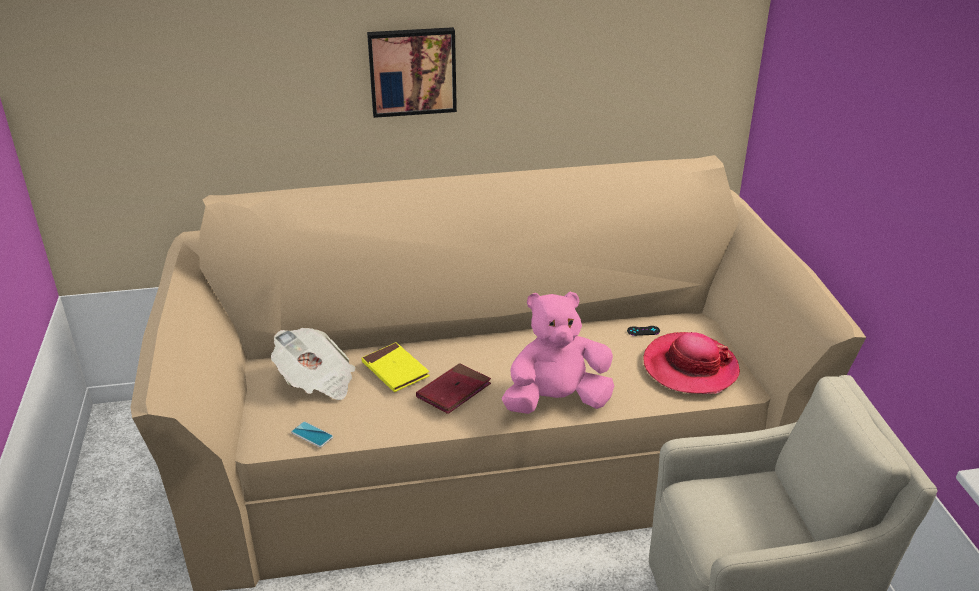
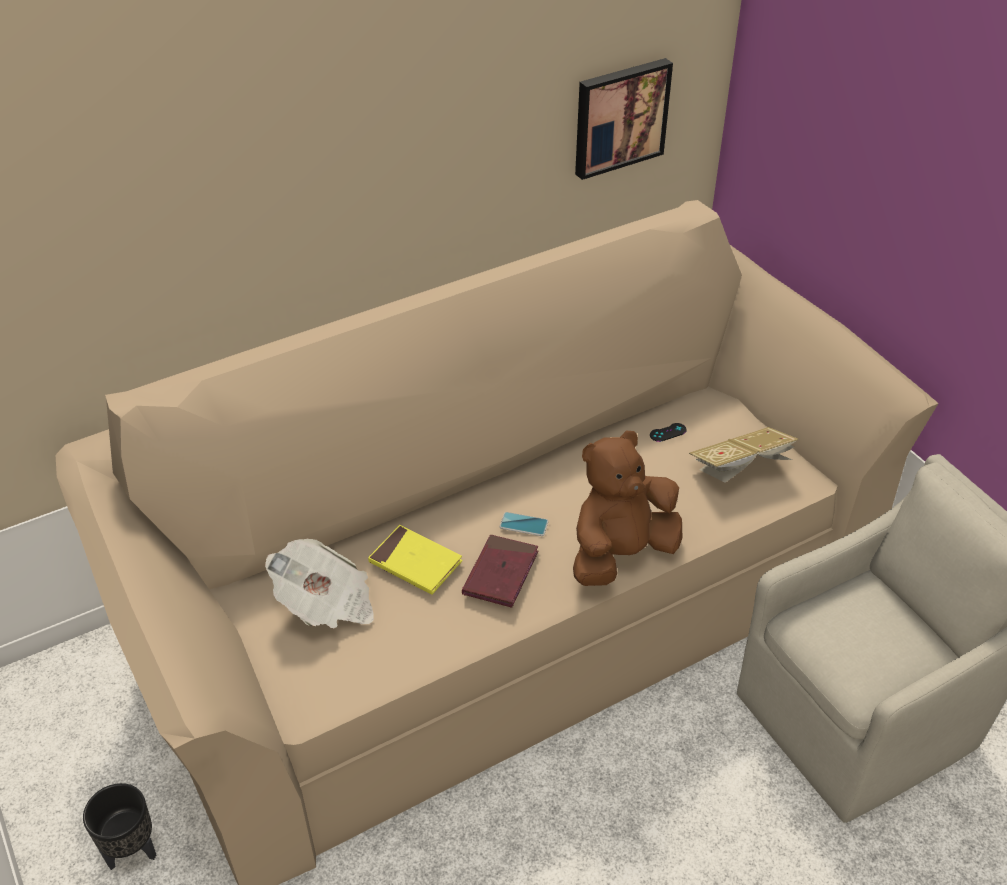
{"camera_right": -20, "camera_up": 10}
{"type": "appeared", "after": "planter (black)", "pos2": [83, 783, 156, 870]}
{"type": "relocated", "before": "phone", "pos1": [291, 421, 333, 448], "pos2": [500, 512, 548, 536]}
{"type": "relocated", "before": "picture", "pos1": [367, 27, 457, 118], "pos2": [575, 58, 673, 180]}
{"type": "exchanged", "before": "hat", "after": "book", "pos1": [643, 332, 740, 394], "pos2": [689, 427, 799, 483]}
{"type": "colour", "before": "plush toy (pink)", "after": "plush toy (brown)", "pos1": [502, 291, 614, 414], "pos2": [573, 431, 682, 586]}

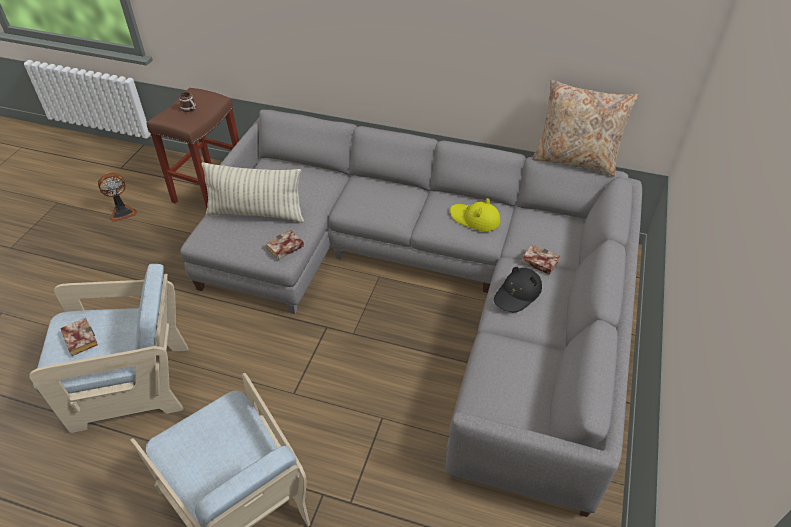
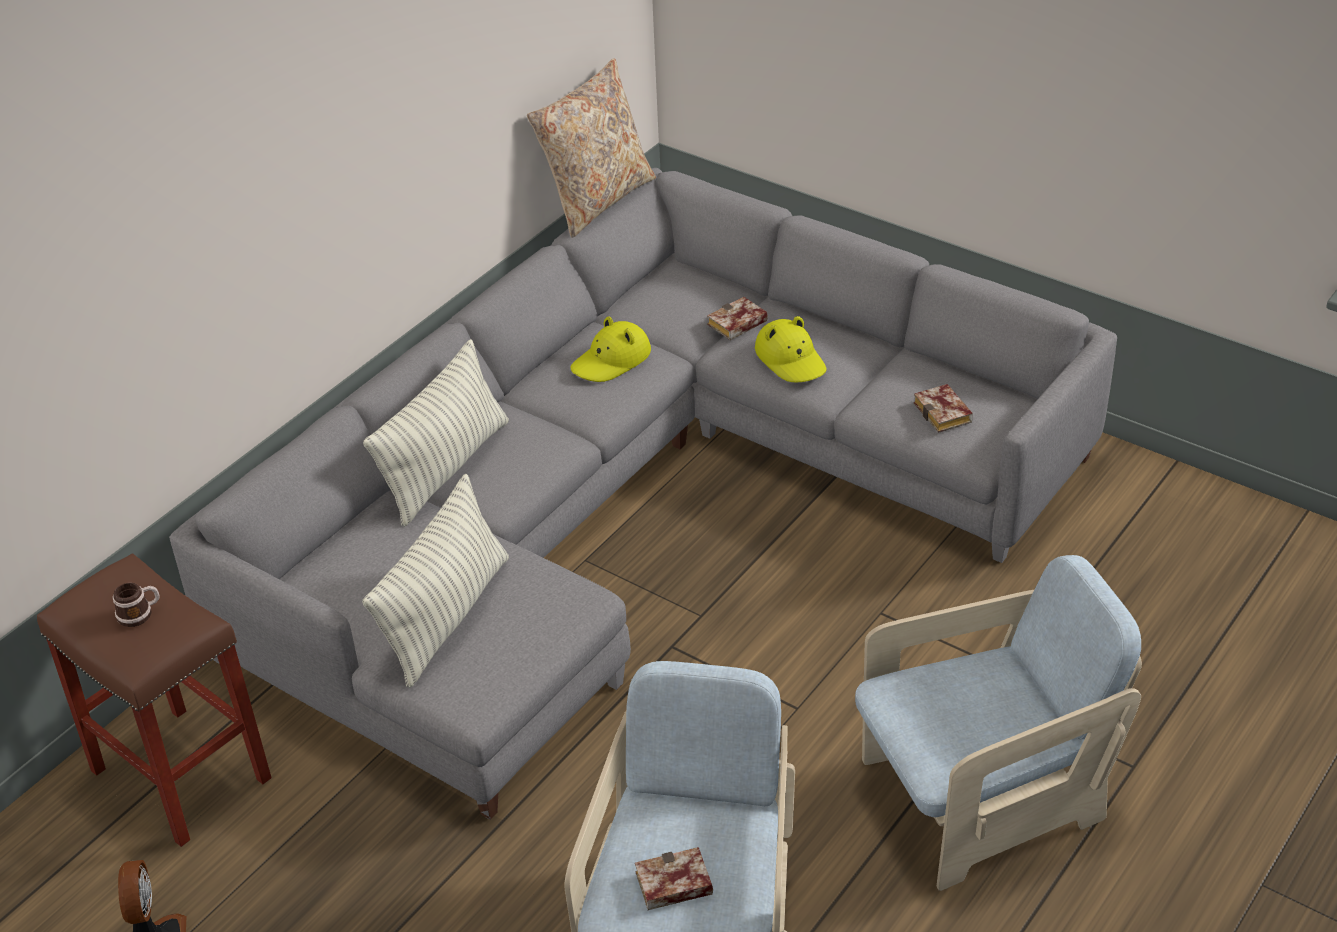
{"camera_right": -70, "camera_up": -5}
{"type": "appeared", "after": "pillow", "pos2": [363, 339, 509, 527]}
{"type": "relocated", "before": "book", "pos1": [266, 230, 304, 260], "pos2": [914, 384, 973, 433]}
{"type": "colour", "before": "hat (black)", "after": "hat (yellow)", "pos1": [494, 267, 542, 312], "pos2": [755, 316, 826, 382]}

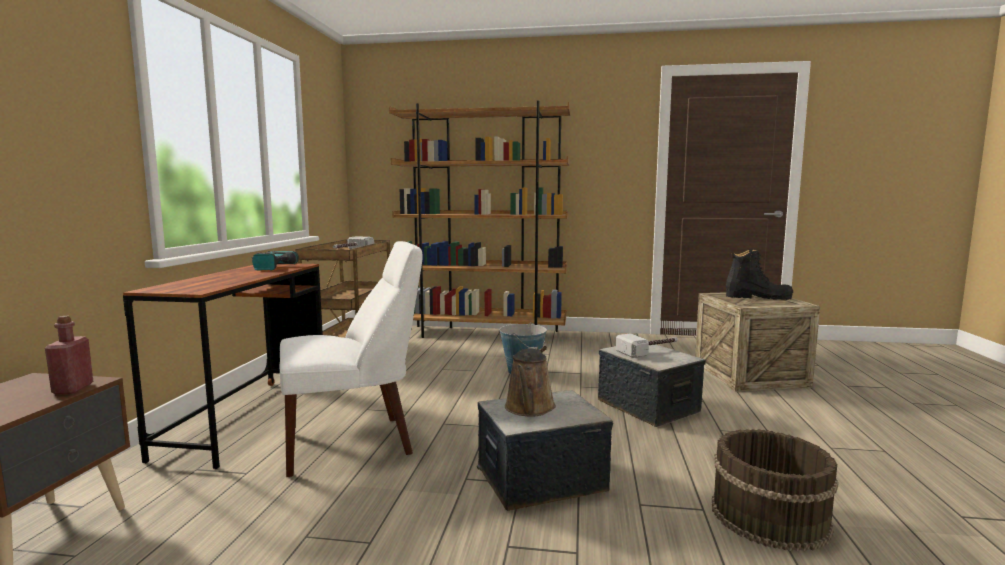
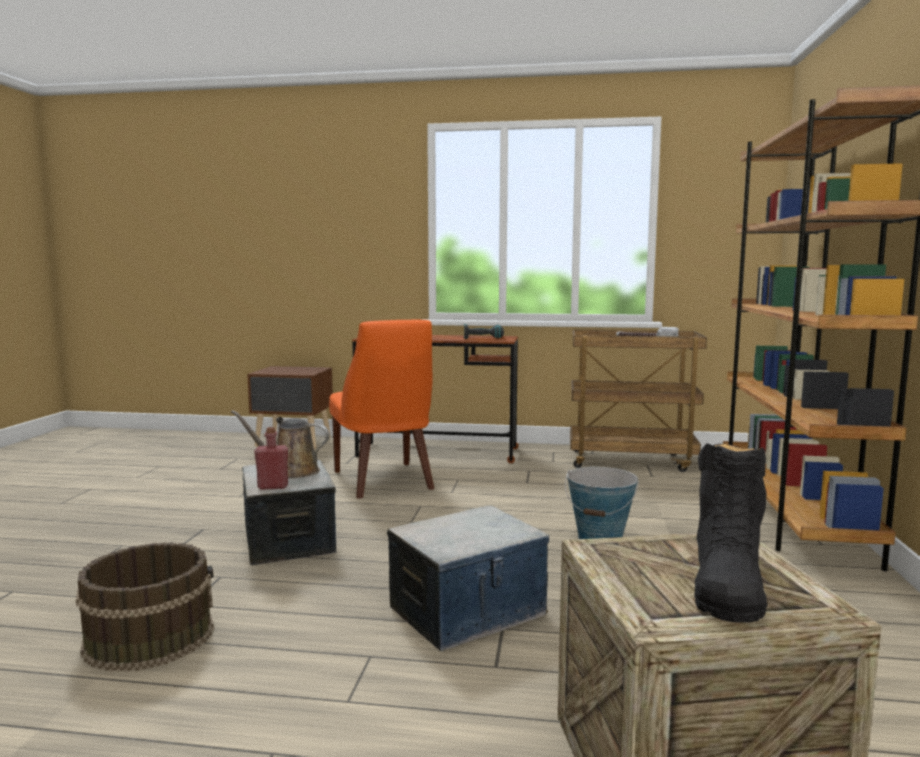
{"camera_right": 90, "camera_up": 0}
{"type": "missing", "before": "hammer", "pos1": [616, 333, 678, 358]}
{"type": "relocated", "before": "bottle (red)", "pos1": [45, 316, 93, 395], "pos2": [254, 427, 288, 490]}
{"type": "colour", "before": "chair (white)", "after": "chair (orange)", "pos1": [280, 241, 423, 477], "pos2": [329, 320, 434, 499]}

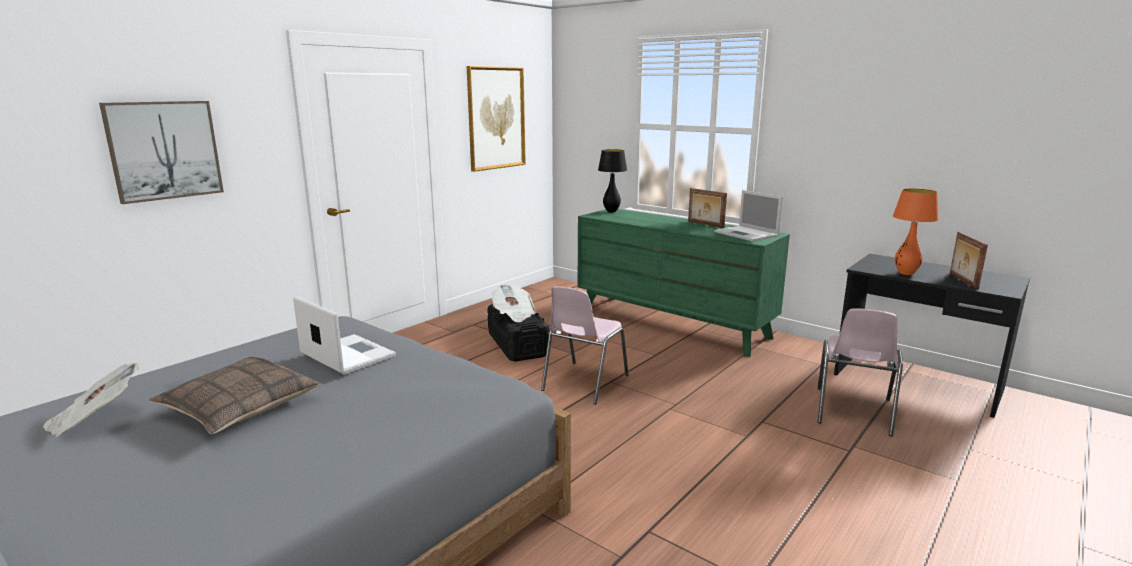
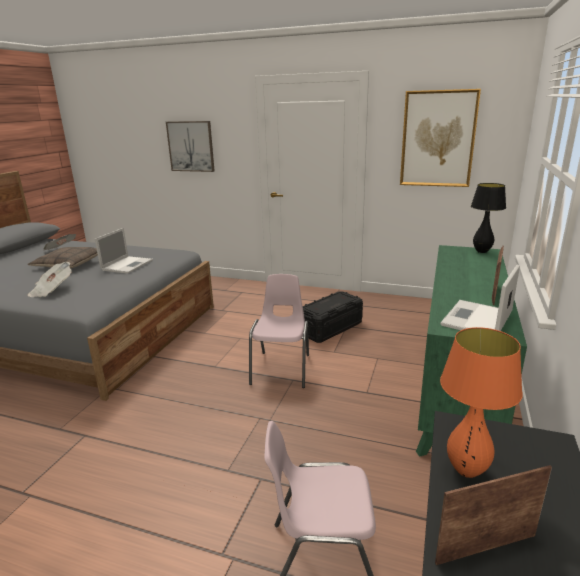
{"camera_right": 70, "camera_up": 5}
{"type": "relocated", "before": "newspaper", "pos1": [492, 284, 536, 322], "pos2": [28, 262, 72, 297]}
{"type": "spun", "before": "chair (pink)", "pos1": [541, 286, 628, 404], "pos2": [249, 274, 309, 388], "turn": 90}

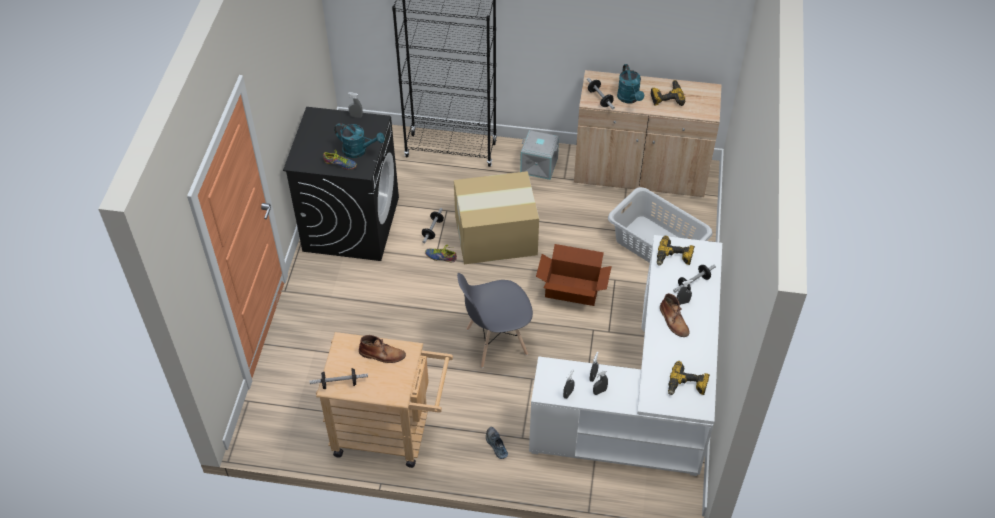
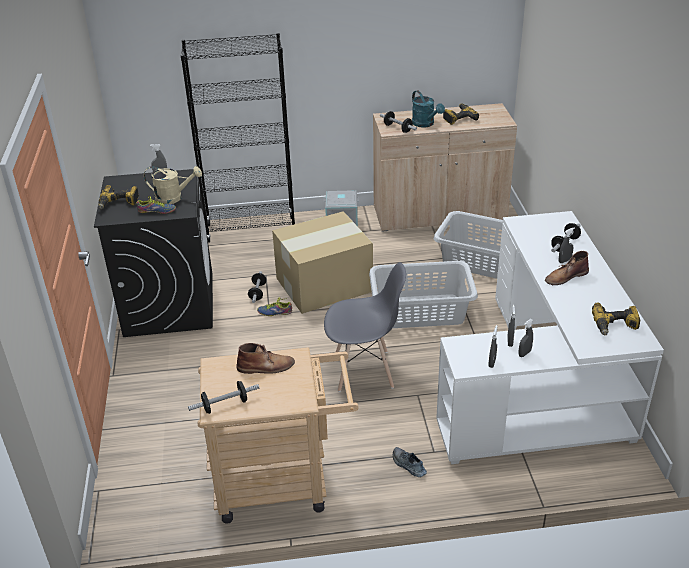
{"camera_right": -15, "camera_up": -15}
{"type": "relocated", "before": "power drill", "pos1": [657, 235, 695, 266], "pos2": [98, 185, 139, 209]}
{"type": "exchanged", "before": "cardboard box", "after": "laundry basket (grey)", "pos1": [536, 244, 612, 306], "pos2": [369, 261, 478, 328]}
{"type": "colour", "before": "watering can (turquoise)", "after": "watering can (beige)", "pos1": [334, 123, 385, 158], "pos2": [144, 166, 202, 204]}
{"type": "spun", "before": "chair (grey)", "pos1": [457, 273, 533, 368], "pos2": [324, 262, 406, 392], "turn": -150}
{"type": "spun", "before": "boot (brown)", "pos1": [660, 293, 690, 337], "pos2": [545, 251, 589, 285], "turn": 105}

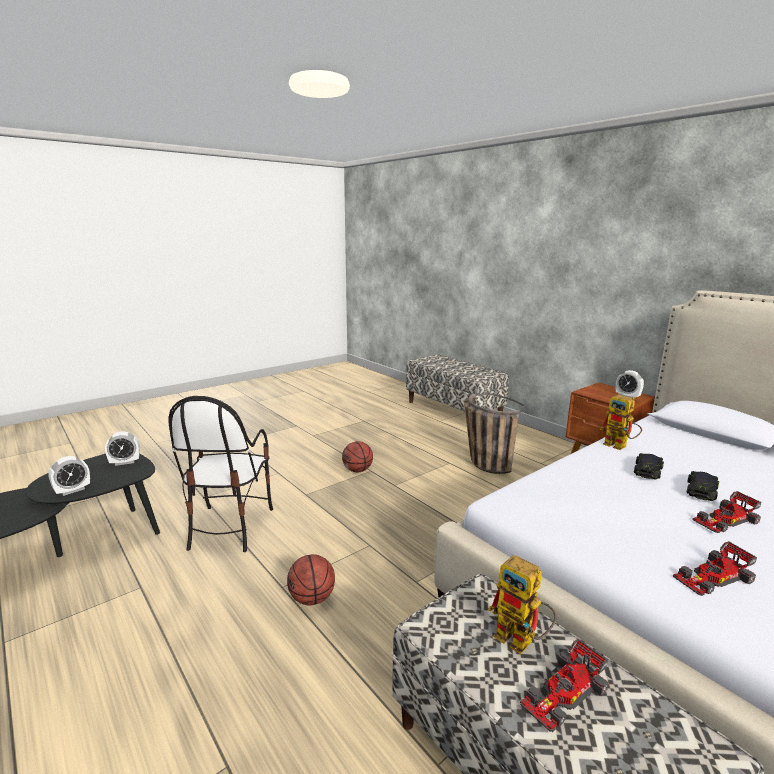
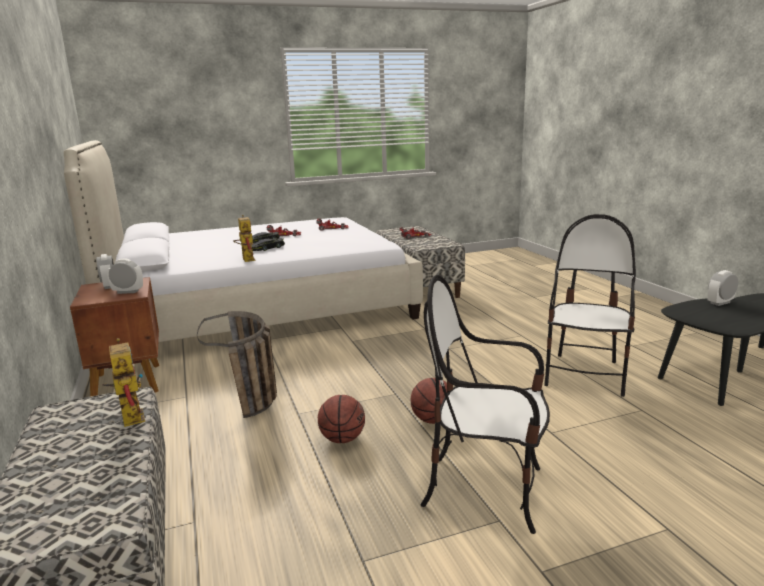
{"camera_right": -160, "camera_up": 0}
{"type": "appeared", "after": "chair", "pos2": [421, 275, 550, 534]}
{"type": "relocated", "before": "alarm clock", "pos1": [105, 431, 140, 466], "pos2": [107, 259, 143, 294]}
{"type": "relocated", "before": "basketball", "pos1": [287, 554, 335, 605], "pos2": [318, 395, 365, 443]}
{"type": "relocated", "before": "toy robot", "pos1": [488, 555, 556, 654], "pos2": [103, 338, 145, 427]}

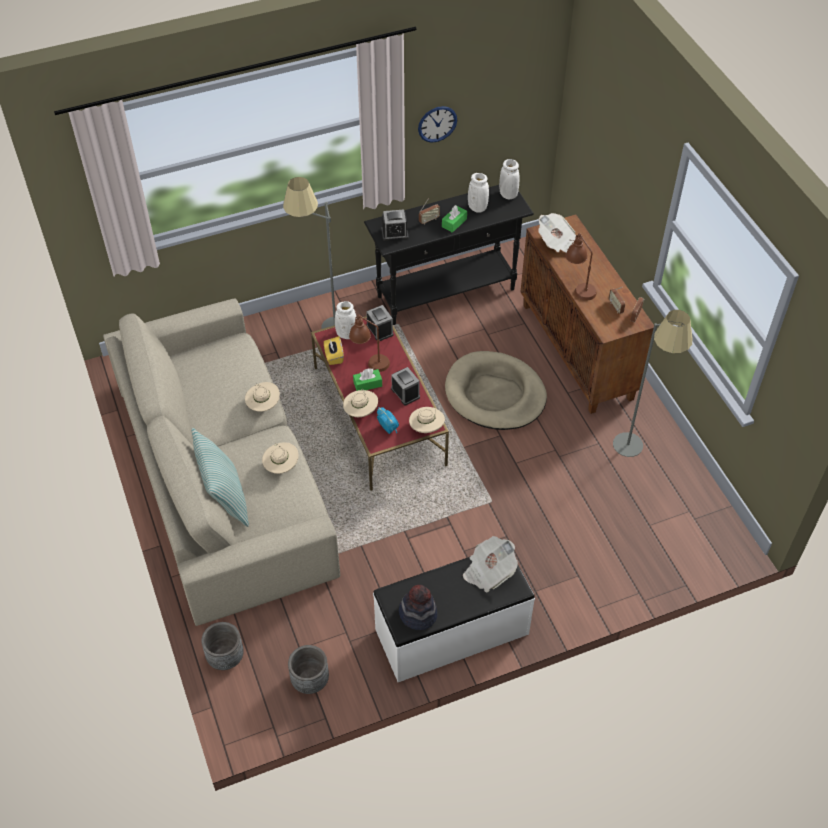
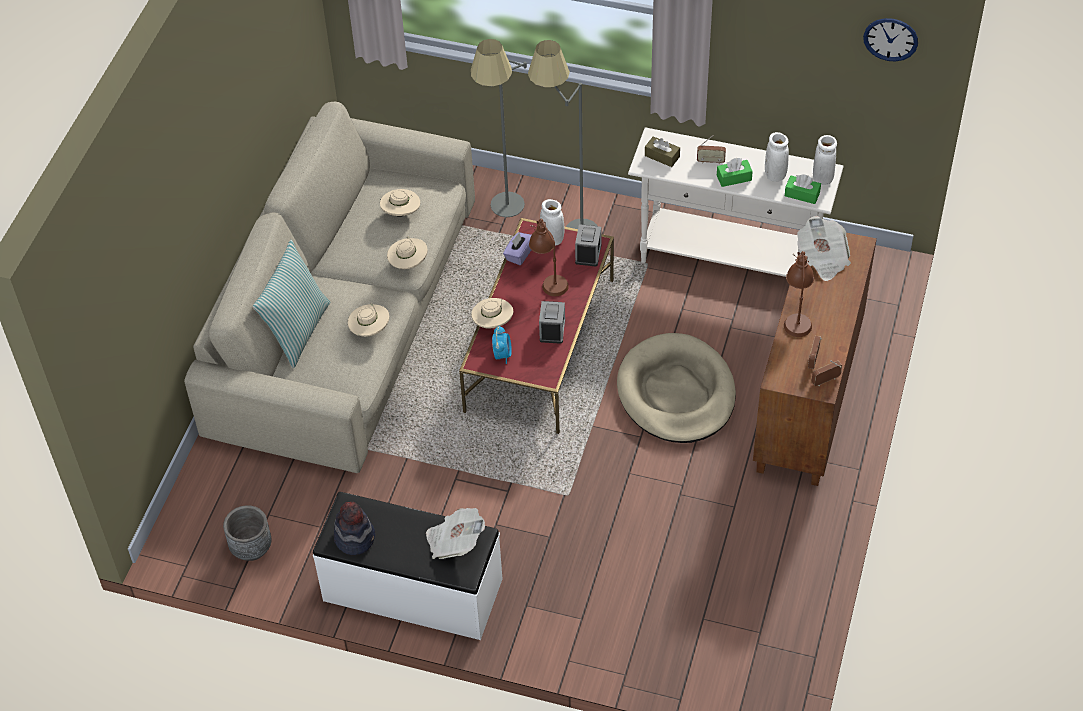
{"camera_right": 40, "camera_up": 0}
{"type": "missing", "before": "planter (grey)", "pos1": [201, 622, 244, 670]}
{"type": "relocated", "before": "tissue box (green)", "pos1": [353, 368, 382, 391], "pos2": [785, 174, 821, 204]}
{"type": "relocated", "before": "hat (beige)", "pos1": [409, 407, 445, 433], "pos2": [380, 189, 420, 217]}
{"type": "relocated", "before": "wall clock", "pos1": [418, 106, 457, 143], "pos2": [863, 18, 918, 62]}
{"type": "relocated", "before": "floor lamp (grey)", "pos1": [613, 310, 693, 457], "pos2": [471, 39, 527, 217]}
{"type": "exchanged", "before": "alarm clock", "after": "tissue box (brown)", "pos1": [381, 210, 408, 241], "pos2": [645, 136, 680, 167]}
{"type": "colour", "before": "tissue box (yellow)", "after": "tissue box (purple)", "pos1": [324, 336, 344, 365], "pos2": [503, 232, 531, 265]}
{"type": "colour", "before": "console table (black)", "after": "console table (white)", "pos1": [364, 185, 534, 325], "pos2": [628, 127, 844, 277]}

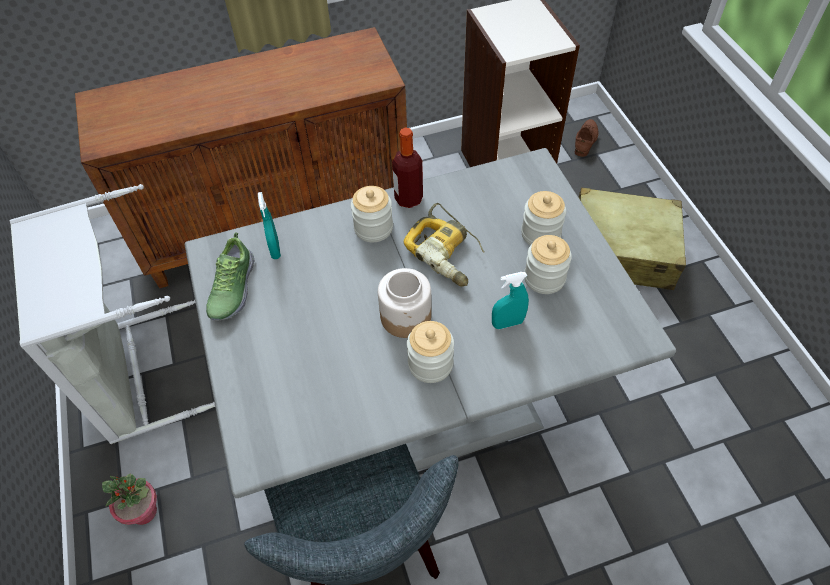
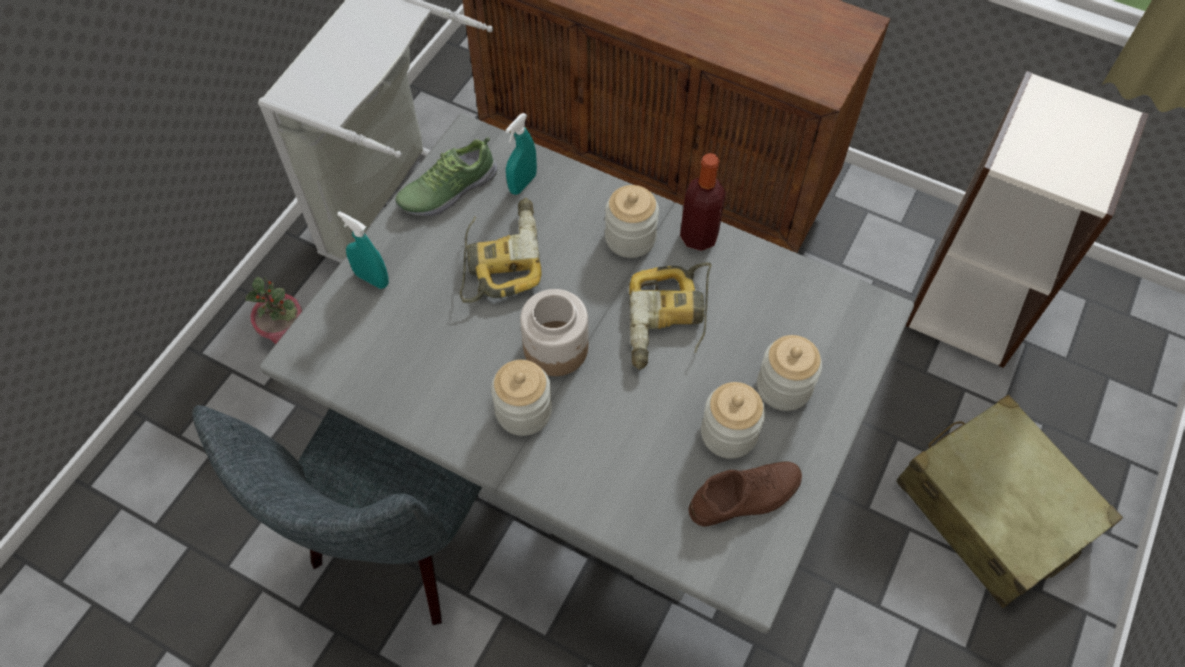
{"camera_right": 45, "camera_up": 5}
{"type": "appeared", "after": "power drill", "pos2": [460, 198, 541, 303]}
{"type": "relocated", "before": "spray bottle (turquoise)", "pos1": [492, 272, 529, 329], "pos2": [337, 211, 389, 289]}
{"type": "relocated", "before": "shoe (brown)", "pos1": [575, 119, 599, 157], "pos2": [688, 461, 802, 527]}

